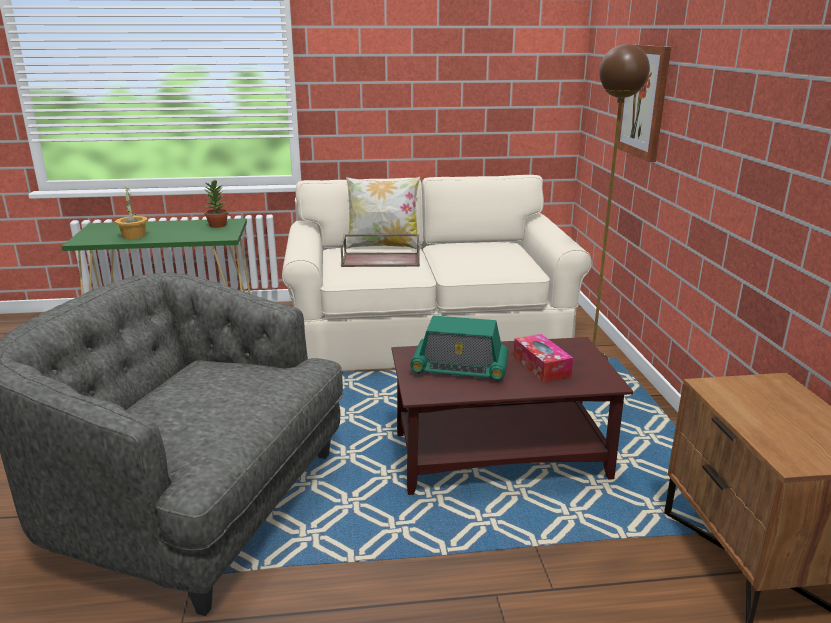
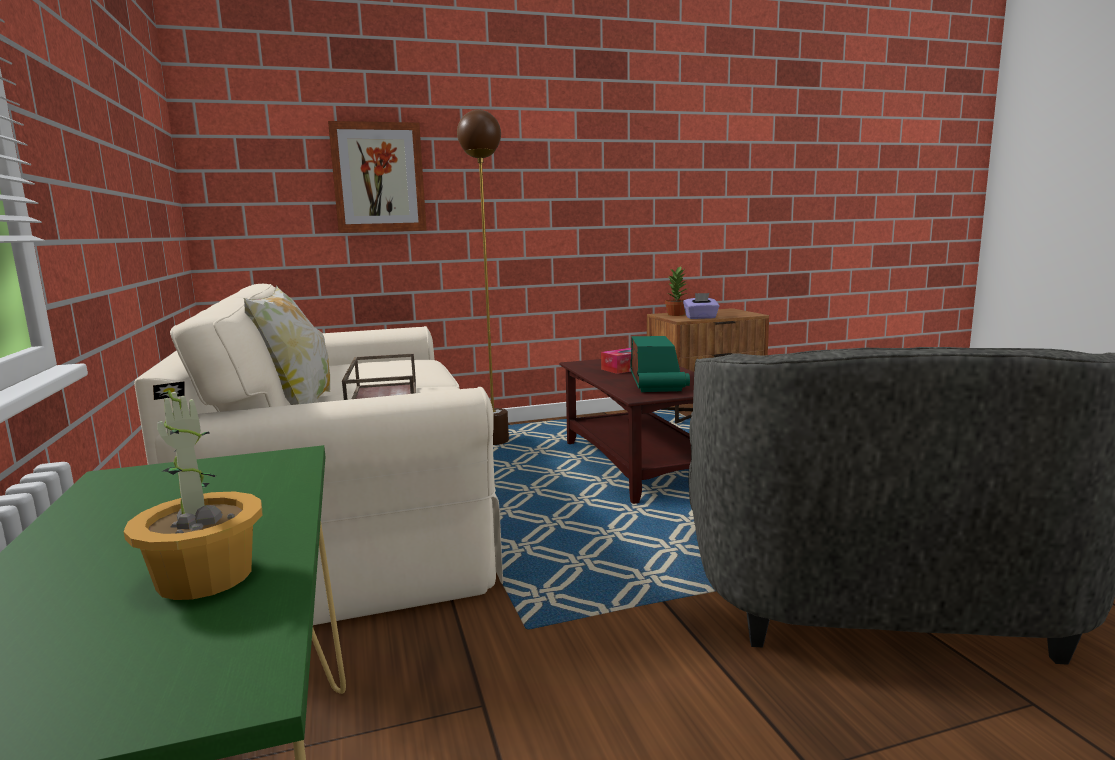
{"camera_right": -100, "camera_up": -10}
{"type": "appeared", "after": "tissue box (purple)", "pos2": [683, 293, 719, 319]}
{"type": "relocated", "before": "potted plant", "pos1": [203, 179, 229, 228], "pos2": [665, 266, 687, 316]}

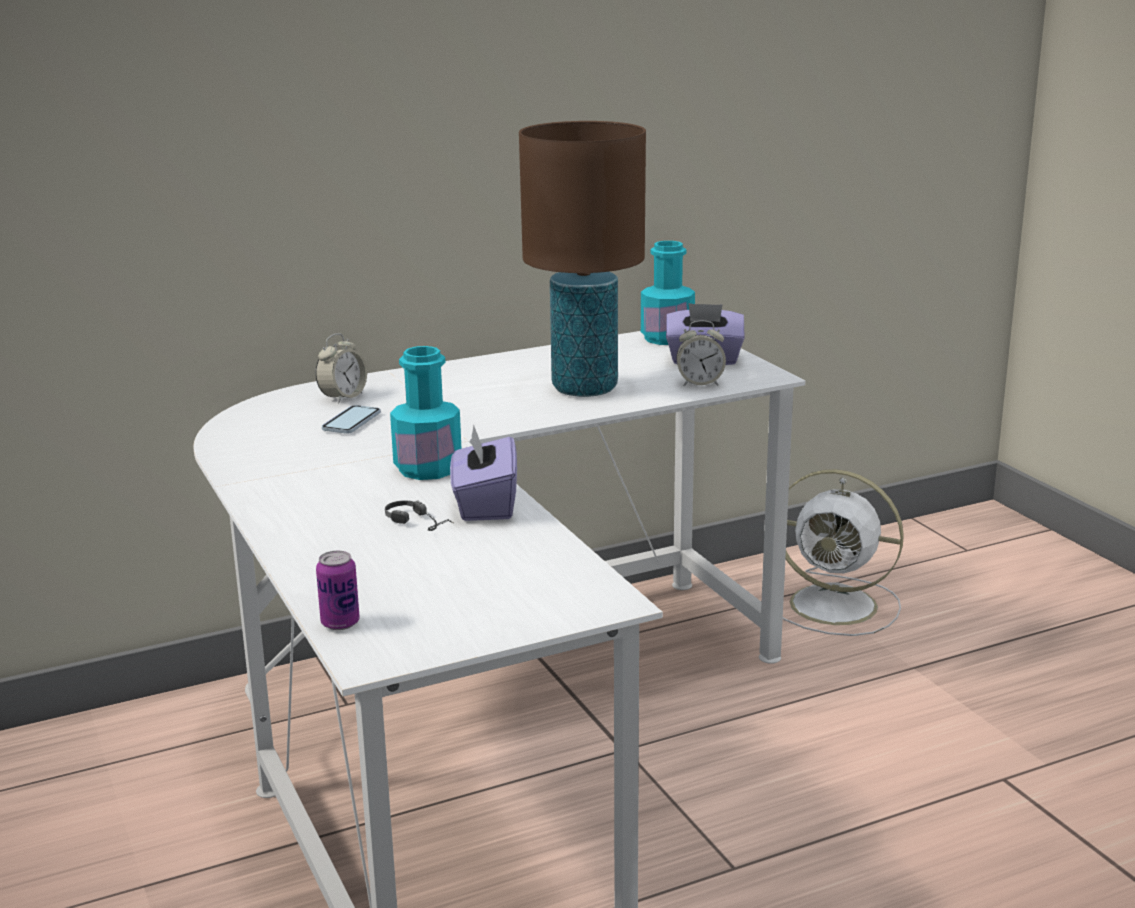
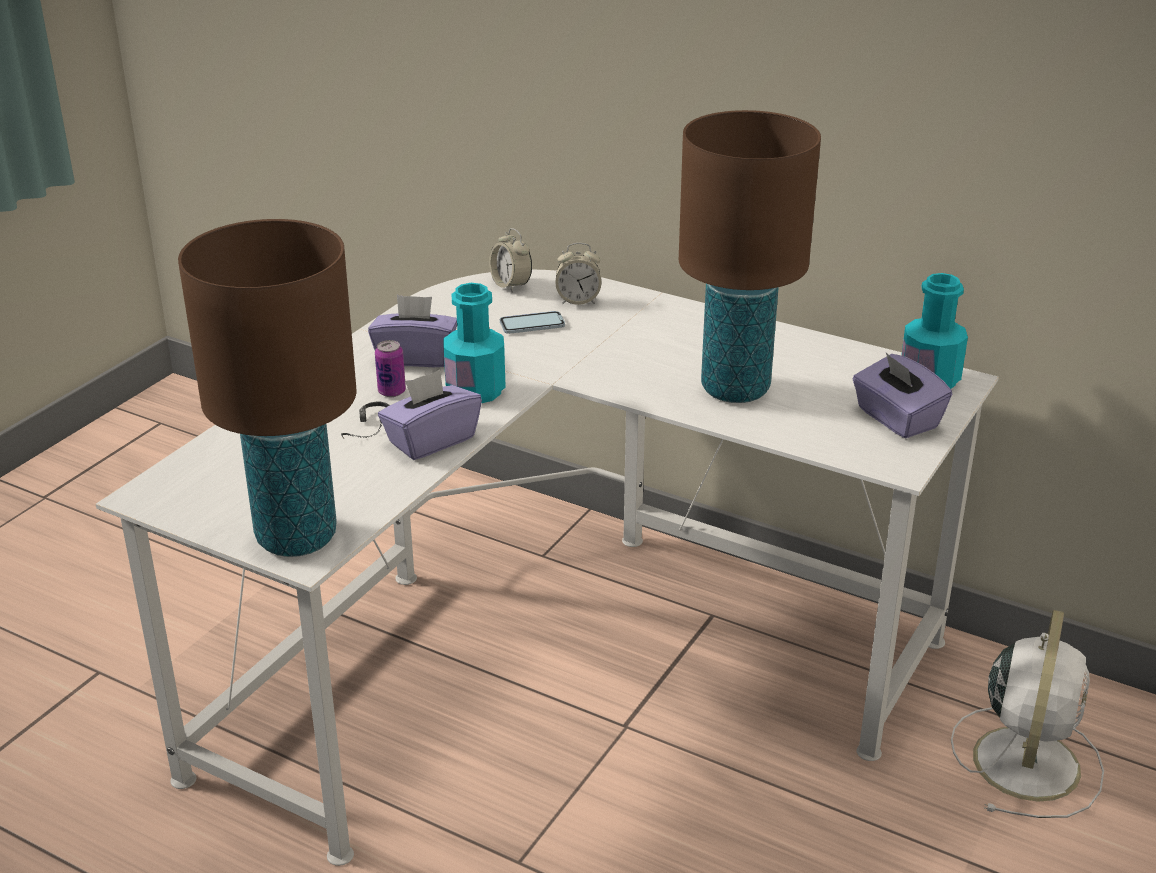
{"camera_right": 55, "camera_up": 10}
{"type": "appeared", "after": "table lamp (brown)", "pos2": [178, 219, 356, 557]}
{"type": "appeared", "after": "tissue box (purple)", "pos2": [368, 295, 457, 367]}
{"type": "relocated", "before": "can", "pos1": [316, 551, 360, 630], "pos2": [375, 340, 406, 397]}
{"type": "relocated", "before": "alarm clock", "pos1": [676, 320, 726, 386], "pos2": [489, 228, 532, 293]}
{"type": "spun", "before": "fan (white)", "pos1": [783, 469, 904, 636], "pos2": [951, 610, 1104, 818], "turn": -150}

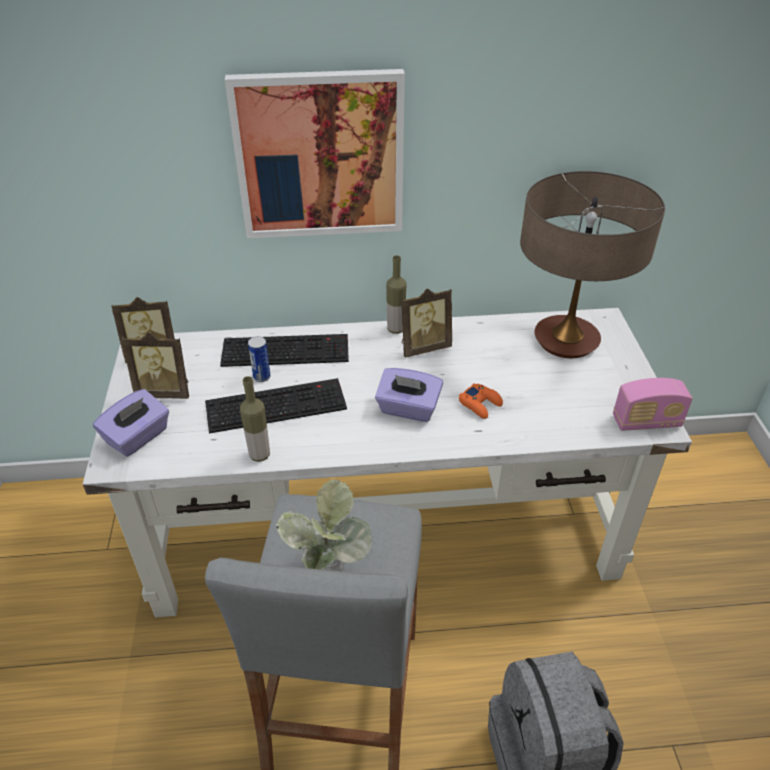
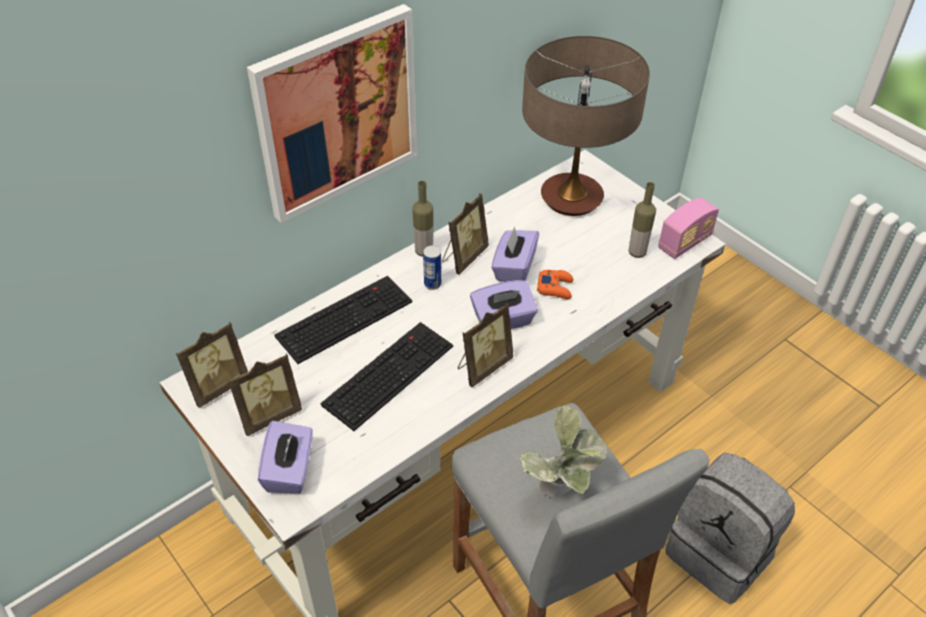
{"camera_right": -35, "camera_up": 5}
{"type": "appeared", "after": "picture frame", "pos2": [458, 303, 513, 387]}
{"type": "appeared", "after": "tissue box (purple)", "pos2": [492, 226, 539, 282]}
{"type": "relocated", "before": "bottle", "pos1": [240, 376, 270, 462], "pos2": [629, 182, 656, 258]}
{"type": "relocated", "before": "can", "pos1": [248, 336, 271, 382], "pos2": [423, 245, 441, 290]}

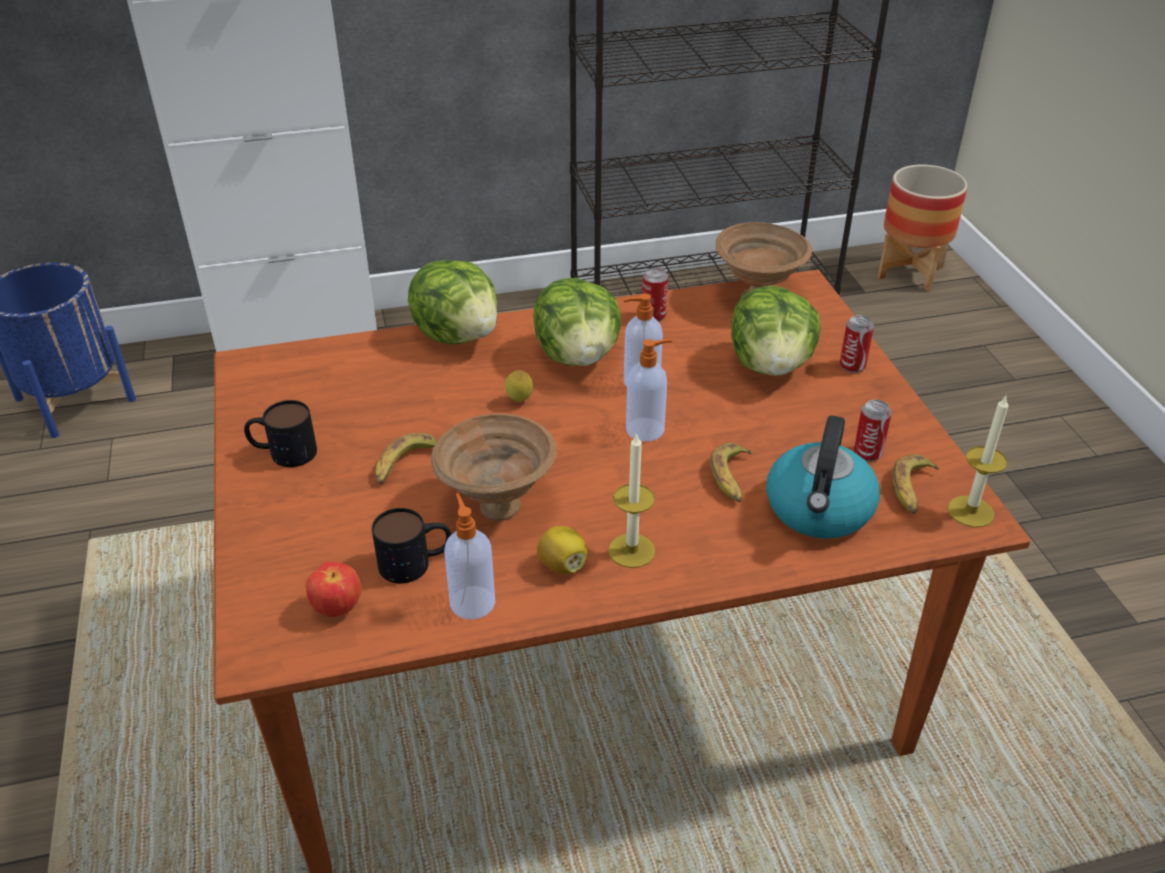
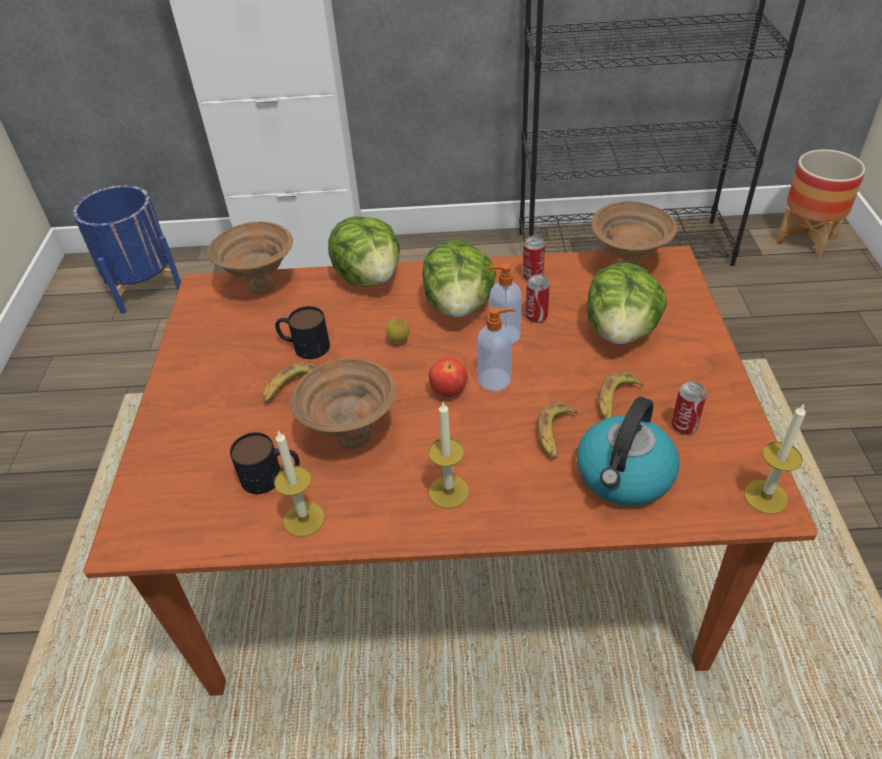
{"camera_right": 15, "camera_up": 5}
{"type": "missing", "before": "lemon", "pos1": [537, 526, 587, 574]}
{"type": "appeared", "after": "bowl (brown)", "pos2": [207, 222, 293, 294]}
{"type": "relocated", "before": "mug", "pos1": [244, 400, 317, 467], "pos2": [275, 306, 330, 359]}
{"type": "relocated", "before": "apple", "pos1": [306, 562, 362, 617], "pos2": [429, 357, 468, 397]}
{"type": "relocated", "before": "can", "pos1": [840, 315, 874, 373], "pos2": [526, 275, 550, 323]}
{"type": "relocated", "before": "banana", "pos1": [892, 454, 939, 514], "pos2": [599, 372, 644, 419]}
{"type": "exchanged", "before": "soap dispenser", "after": "candle", "pos1": [444, 493, 495, 620], "pos2": [274, 431, 325, 537]}

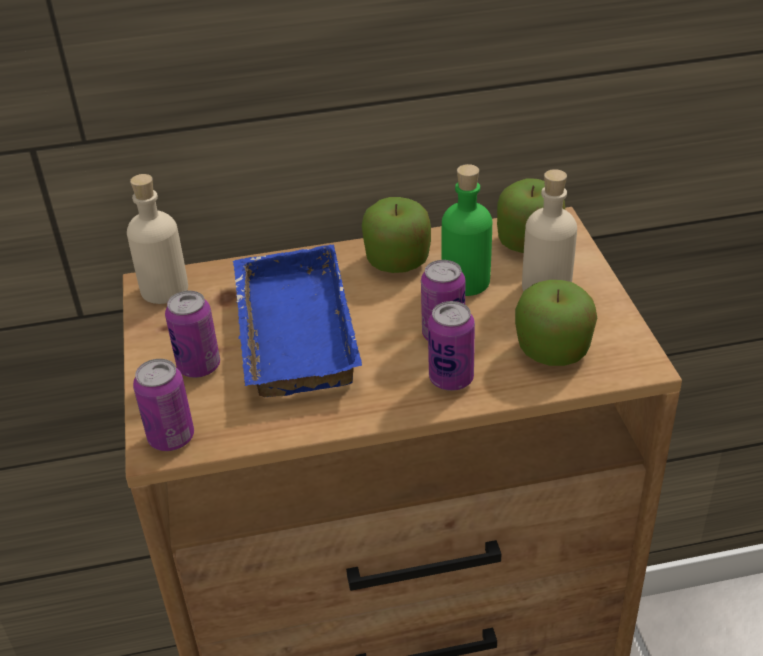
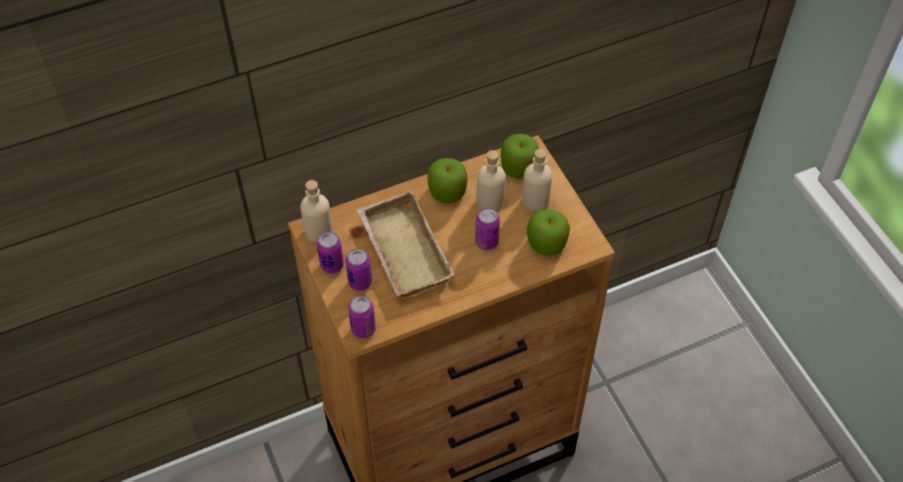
{"camera_right": -15, "camera_up": 15}
{"type": "relocated", "before": "can", "pos1": [428, 301, 475, 391], "pos2": [317, 231, 344, 274]}
{"type": "colour", "before": "tray (blue)", "after": "tray (beige)", "pos1": [233, 244, 362, 397], "pos2": [357, 191, 455, 297]}
{"type": "colour", "before": "bottle (green)", "after": "bottle (beige)", "pos1": [441, 164, 492, 296], "pos2": [476, 150, 506, 211]}

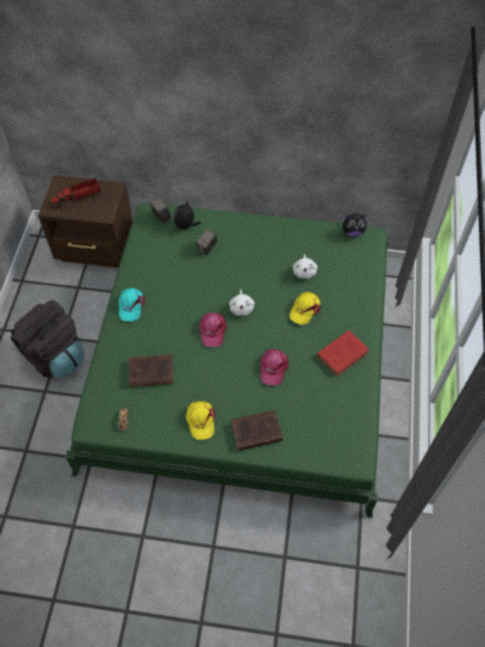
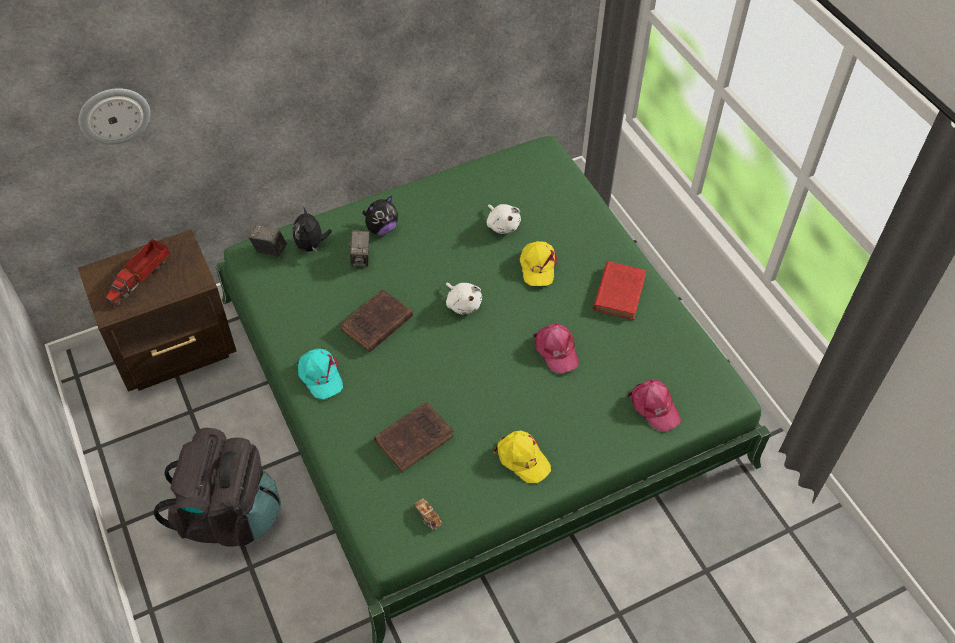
{"camera_right": -35, "camera_up": -5}
{"type": "appeared", "after": "wall clock", "pos2": [79, 88, 150, 145]}
{"type": "relocated", "before": "cap (pink)", "pos1": [199, 312, 227, 347], "pos2": [628, 380, 681, 432]}
{"type": "relocated", "before": "book (brown)", "pos1": [231, 410, 283, 451], "pos2": [340, 289, 413, 352]}
{"type": "relocated", "before": "plush toy", "pos1": [343, 213, 367, 237], "pos2": [362, 195, 398, 235]}

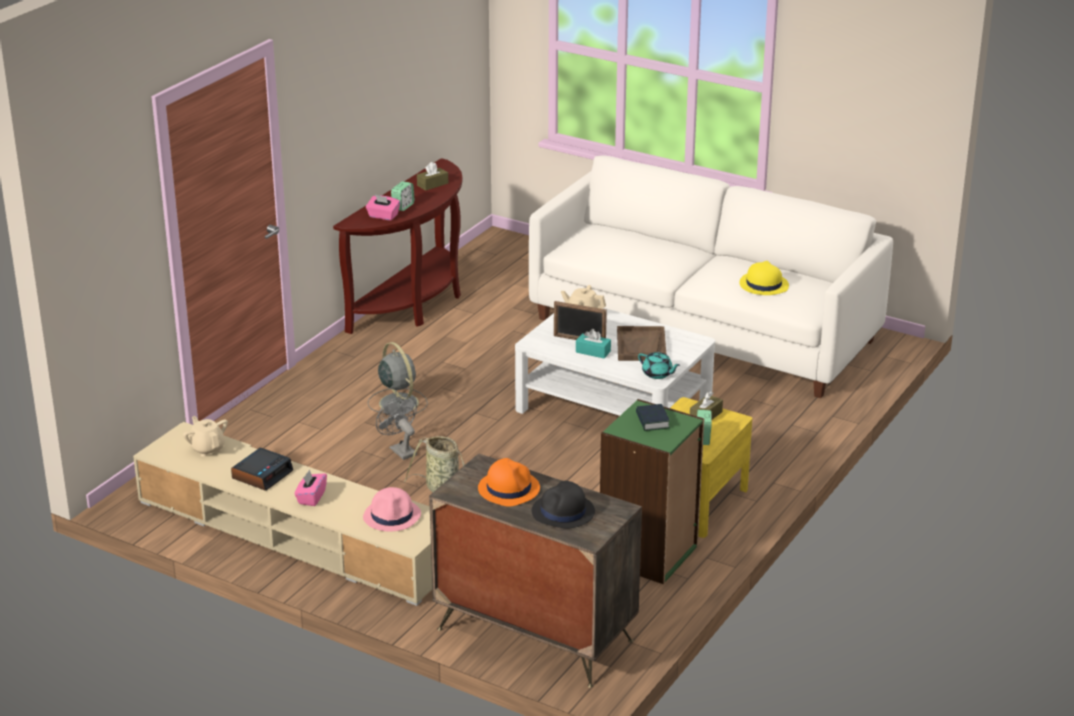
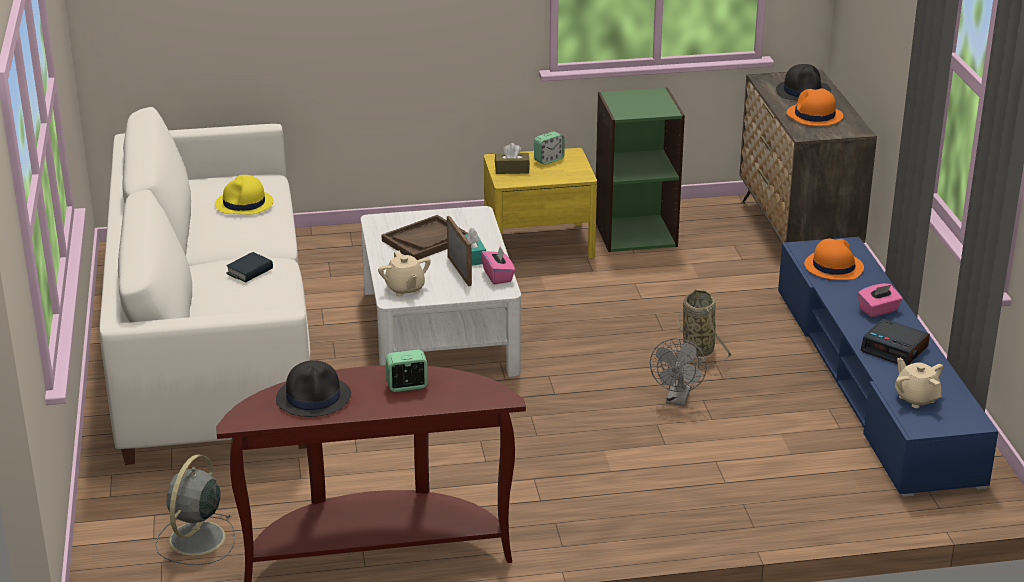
{"camera_right": -130, "camera_up": 0}
{"type": "missing", "before": "teapot (turquoise)", "pos1": [638, 352, 680, 379]}
{"type": "relocated", "before": "tissue box (pink)", "pos1": [366, 195, 400, 220], "pos2": [481, 247, 515, 284]}
{"type": "relocated", "before": "fan (grey)", "pos1": [368, 342, 428, 417], "pos2": [155, 454, 235, 565]}
{"type": "relocated", "before": "book", "pos1": [636, 404, 670, 431], "pos2": [226, 252, 273, 283]}
{"type": "exchanged", "before": "tissue box (brown)", "after": "hat (black)", "pos1": [417, 162, 448, 191], "pos2": [276, 360, 351, 417]}
{"type": "colour", "before": "tv stand (beige)", "after": "tv stand (blue)", "pos1": [133, 422, 432, 606], "pos2": [778, 237, 998, 497]}
{"type": "colour", "before": "hat (pink)", "after": "hat (orange)", "pos1": [363, 487, 421, 531], "pos2": [804, 238, 864, 280]}
{"type": "spun", "before": "teapot (beige)", "pos1": [183, 416, 228, 457], "pos2": [895, 358, 943, 408], "turn": 135}
{"type": "spun", "before": "alarm clock", "pos1": [231, 448, 293, 491], "pos2": [861, 318, 930, 366], "turn": -135}

